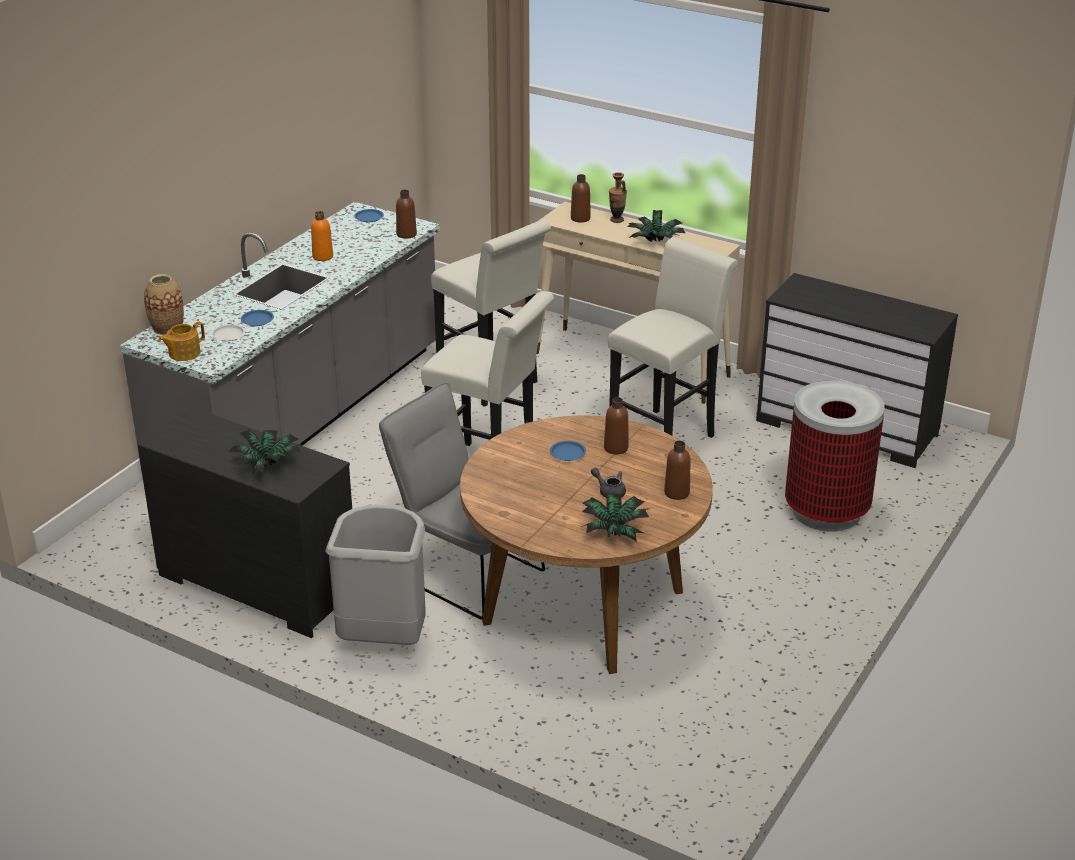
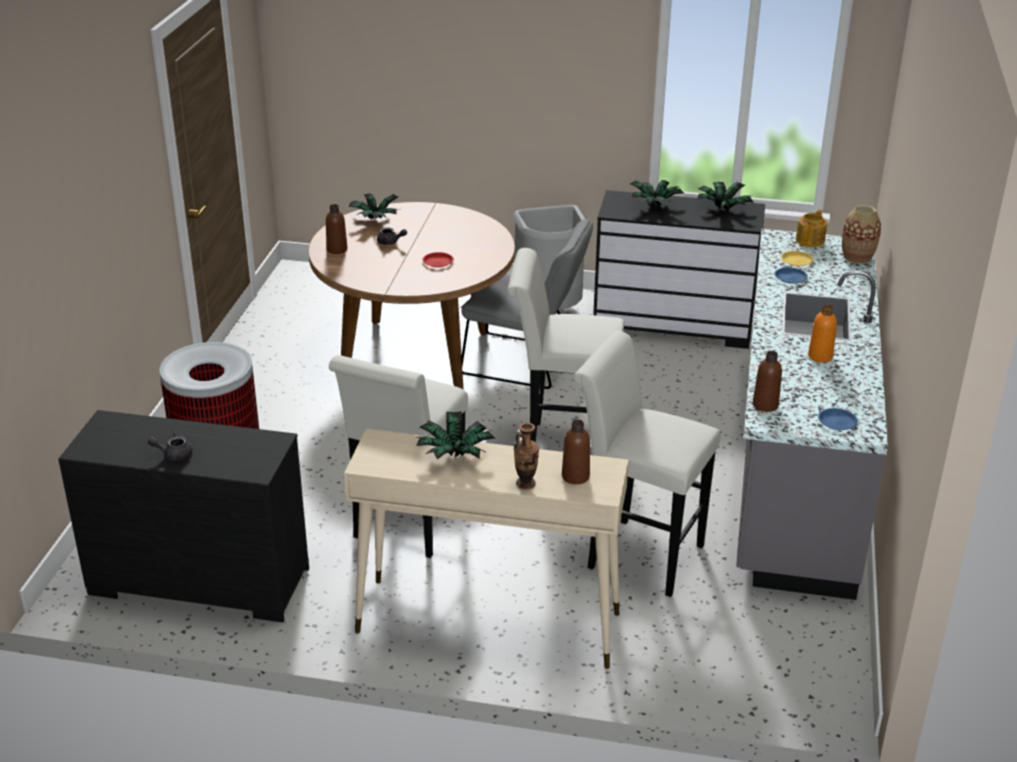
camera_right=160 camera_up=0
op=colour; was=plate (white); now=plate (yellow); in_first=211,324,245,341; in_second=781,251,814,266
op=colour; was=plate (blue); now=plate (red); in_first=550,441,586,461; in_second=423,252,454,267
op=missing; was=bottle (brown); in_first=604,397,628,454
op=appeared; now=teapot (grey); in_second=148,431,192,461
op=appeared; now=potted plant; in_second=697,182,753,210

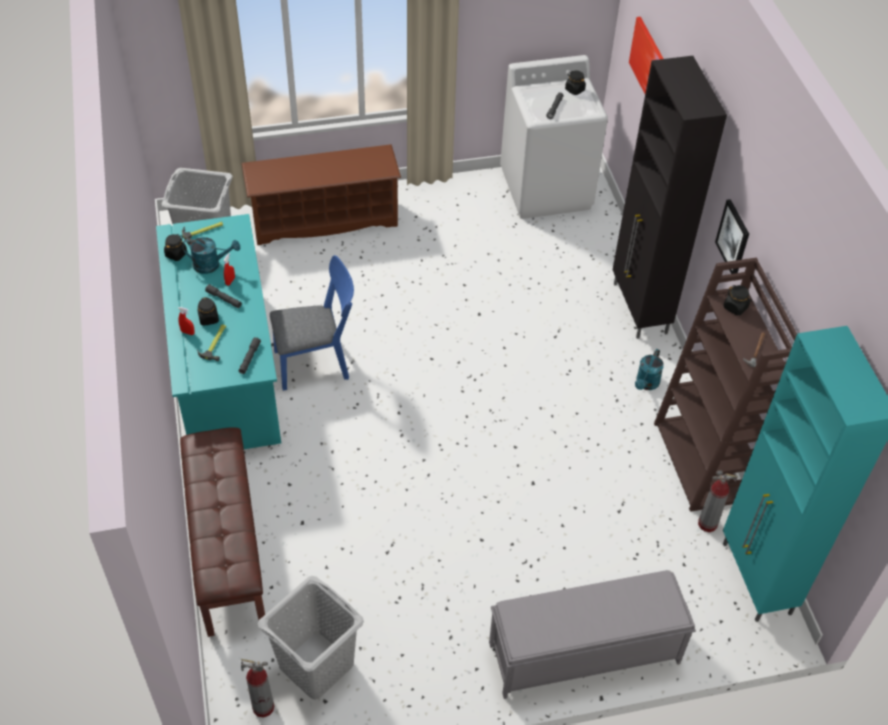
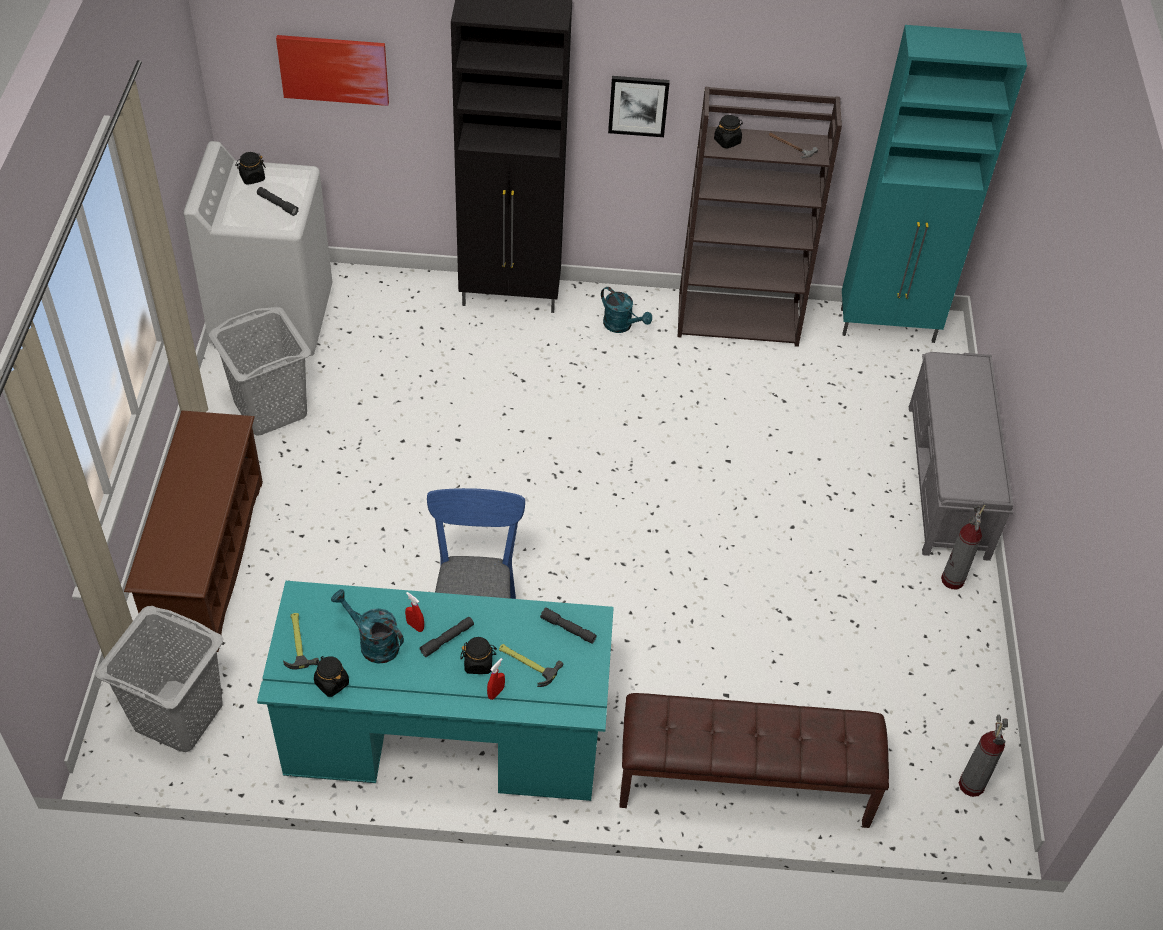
camera_right=-75 camera_up=0
op=spun; was=watering can (turquoise); in_first=182,237,240,274; in_second=331,589,404,664; clockwise=-75
op=relocated; was=laundry basket (grey); in_first=258,576,364,700; in_second=208,307,311,436
op=relocated; was=fire extinguisher; in_first=698,471,738,532; in_second=941,505,986,589

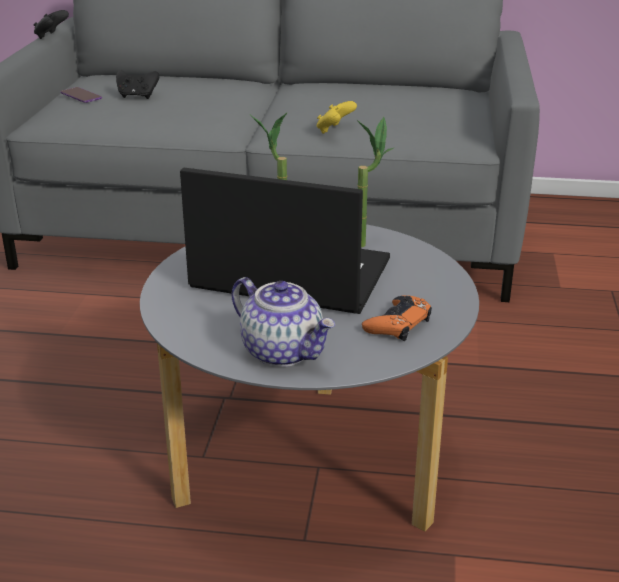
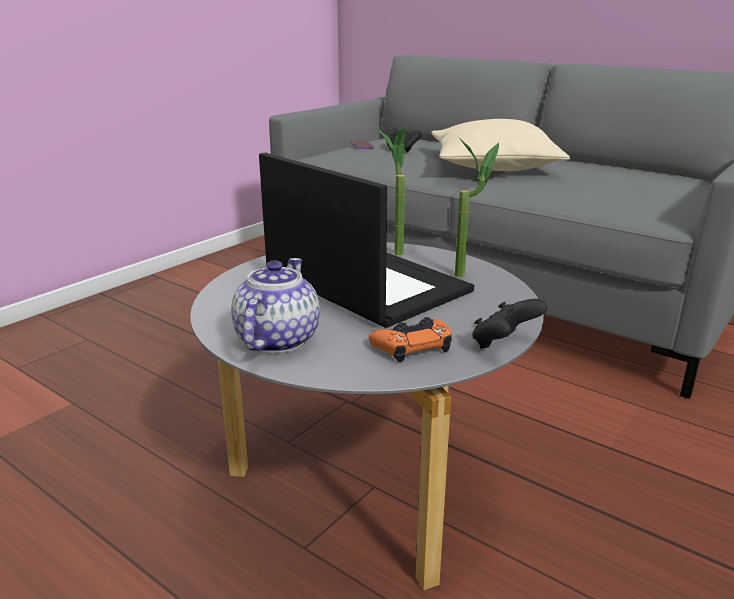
camera_right=30 camera_up=-5
op=relocated; was=game controller (black); in_first=34,10,69,39; in_second=472,299,547,349
op=spun; was=teapot; in_first=232,277,335,367; in_second=231,258,320,353; clockwise=-150
op=missing; was=game controller (yellow); in_first=317,101,357,134
op=appeared; now=pillow (beige); in_second=431,119,570,171

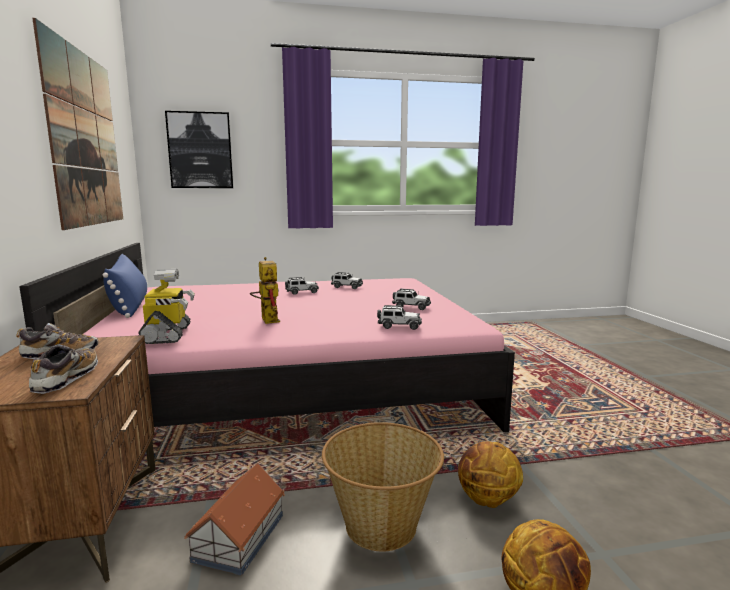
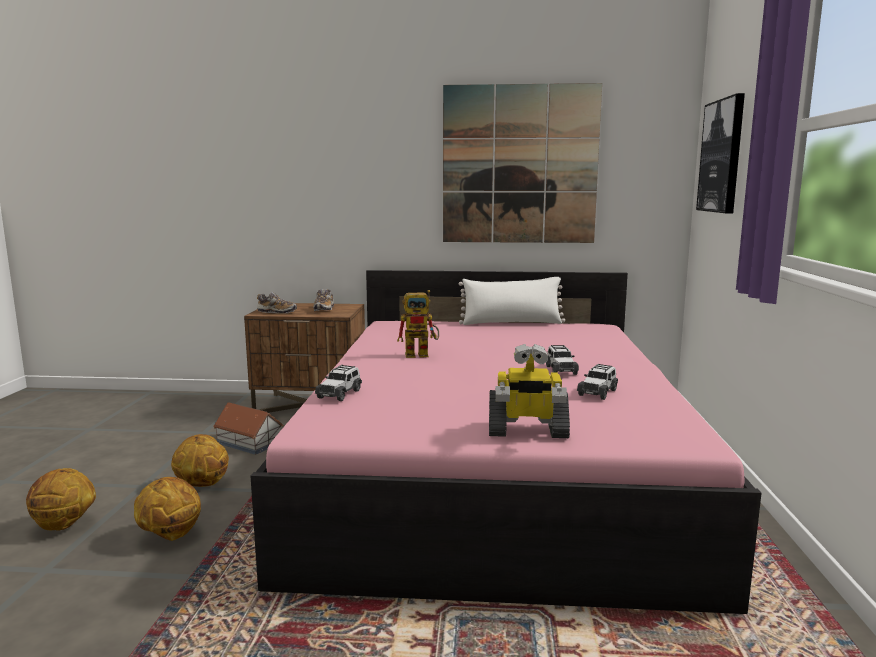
camera_right=105 camera_up=0
op=colour; was=pillow (blue); now=pillow (white); in_first=103,254,147,318; in_second=459,277,565,325
op=relocated; was=toy robot; in_first=138,269,195,344; in_second=489,344,570,438
op=exchanged; was=basket; now=basketball; in_first=322,422,444,552; in_second=171,434,229,487
op=missing; was=toy car; in_first=392,288,431,310

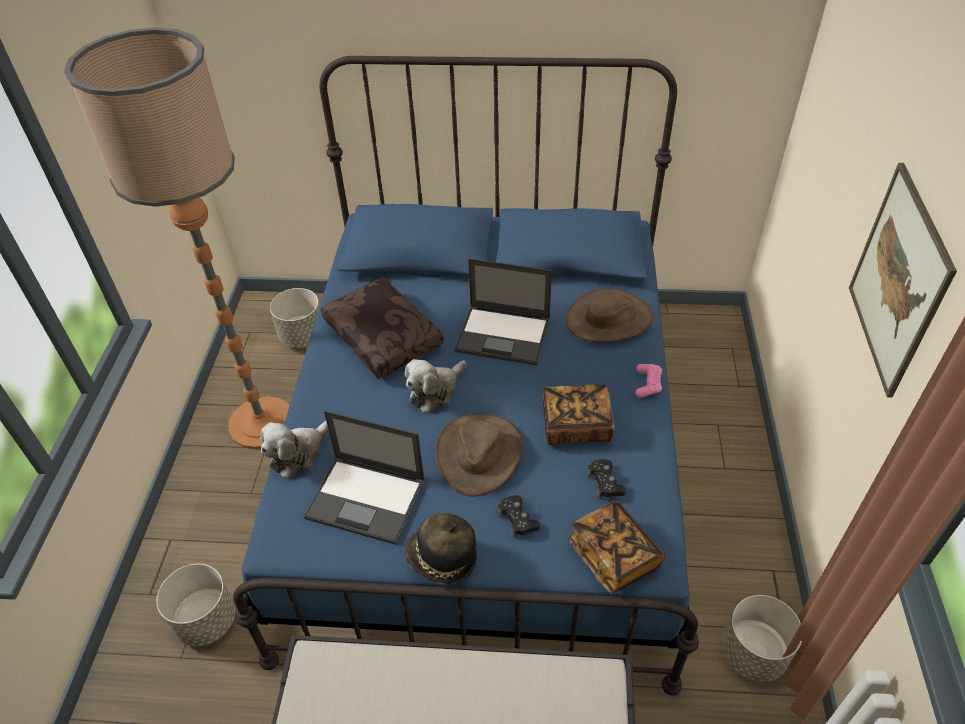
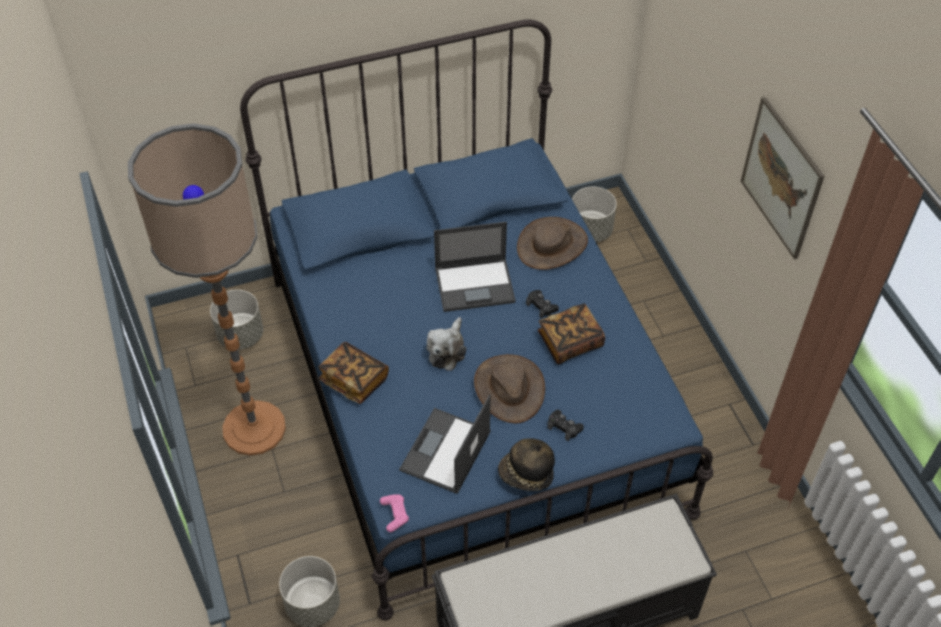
camera_right=-25 camera_up=5
op=missing; was=plush toy; in_first=260,421,329,479
op=spun; was=laptop; in_first=303,410,425,545; in_second=399,394,491,494; clockwise=120
op=missing; was=pillow (brown); in_first=321,277,444,379
op=relocated; was=book; in_first=568,501,666,594; in_second=319,342,389,404
op=relocated; was=game controller (black); in_first=586,459,626,498; in_second=526,290,559,318
op=relocated; was=game controller (pink); in_first=635,364,662,398; in_second=380,494,409,532
op=relocated; was=planter (grey); in_first=722,595,802,682; in_second=572,187,617,242

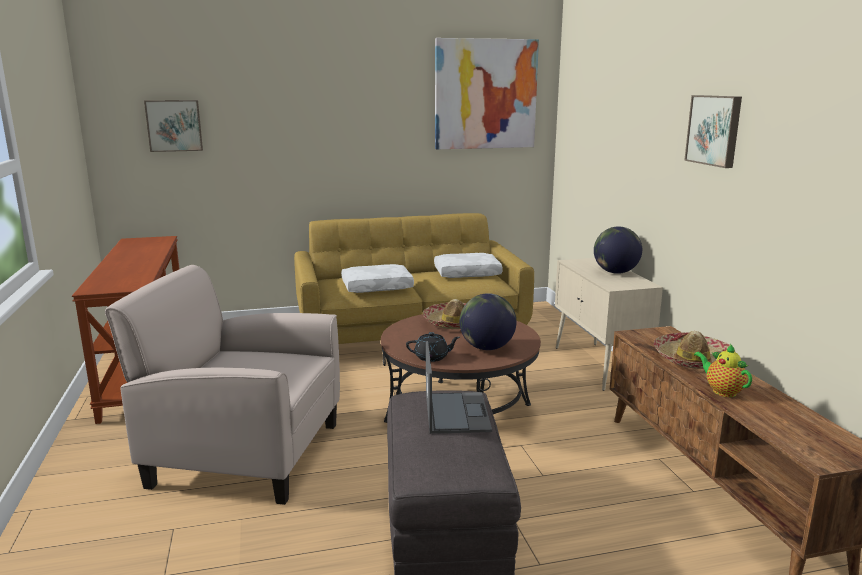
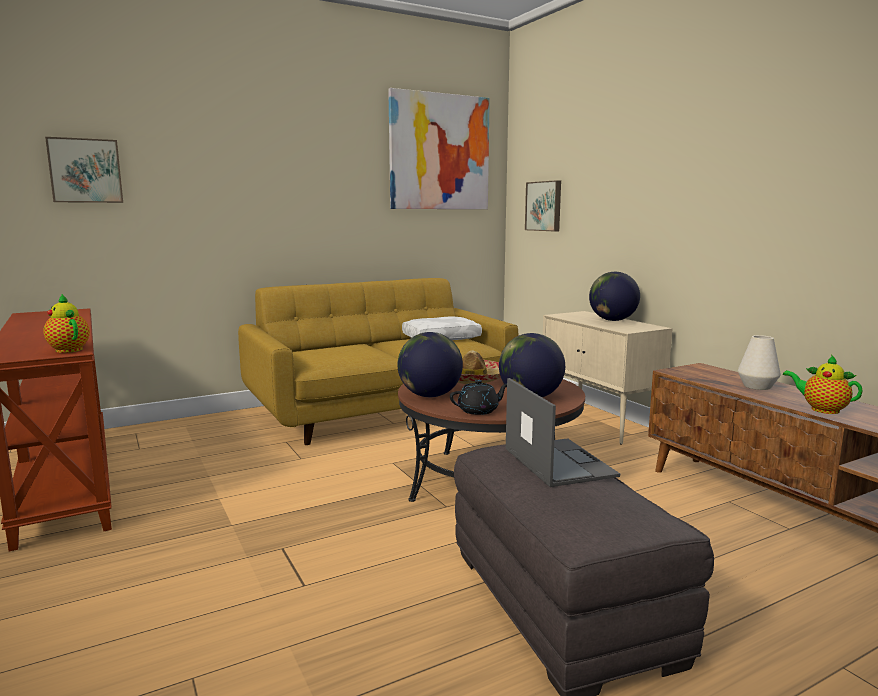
camera_right=-15 camera_up=-5
op=missing; was=armchair (beige); in_first=105,265,340,505
op=missing; was=pillow (white); in_first=341,264,414,293
op=exchanged; was=hat; now=vase (white); in_first=654,331,736,369; in_second=738,335,781,390
op=relocated; was=picture; in_first=684,95,742,168; in_second=525,180,561,231
op=appeared; now=teapot; in_second=43,294,90,353
op=appeared; now=globe; in_second=397,332,463,397

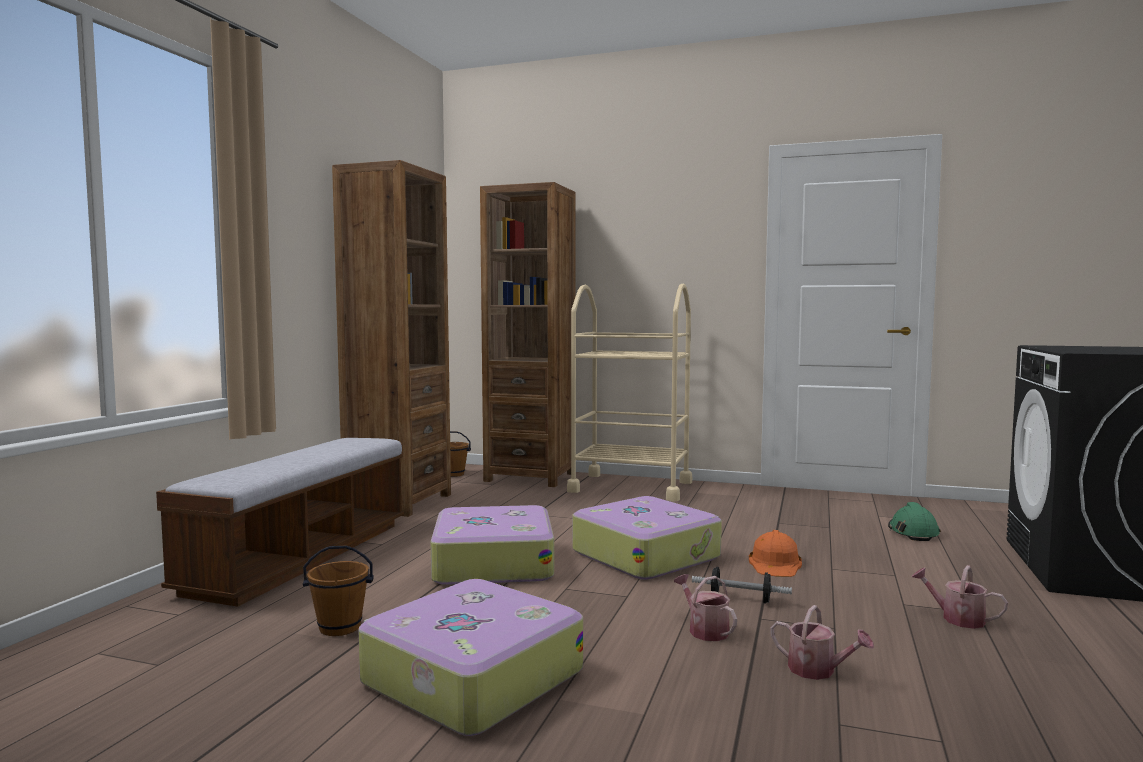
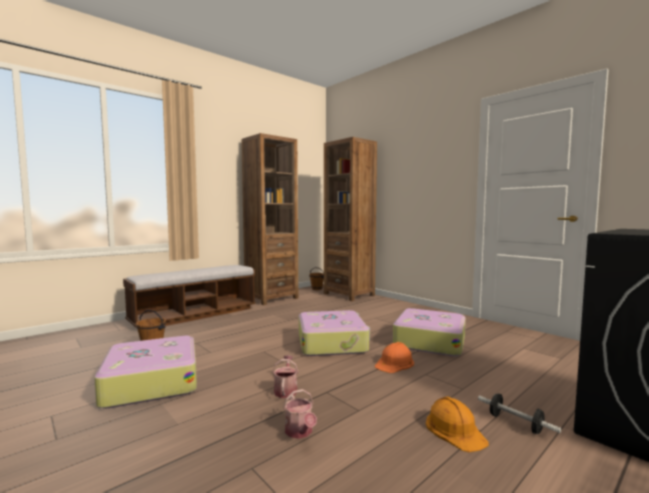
camera_right=30 camera_up=0
op=relocated; was=suitcase; in_first=431,505,554,585; in_second=393,308,466,357
op=missing; was=cart (beige); in_first=567,284,692,501
op=relocated; was=dumbbell; in_first=692,567,792,604; in_second=478,393,561,434
op=missing; was=hard hat (green); in_first=888,502,941,541
op=exchanged; was=watering can; now=hard hat (orange); in_first=911,565,1008,629; in_second=426,397,489,452

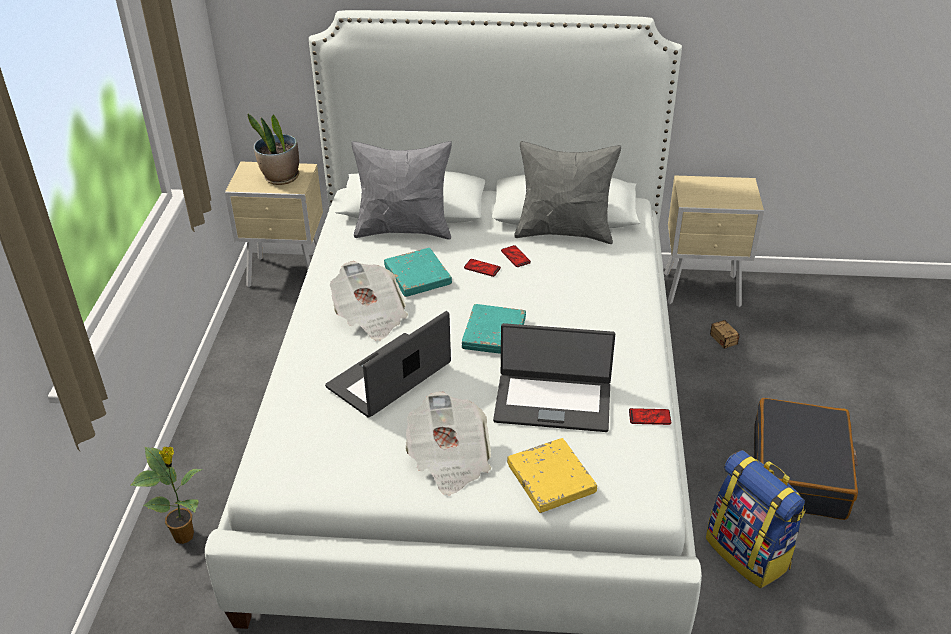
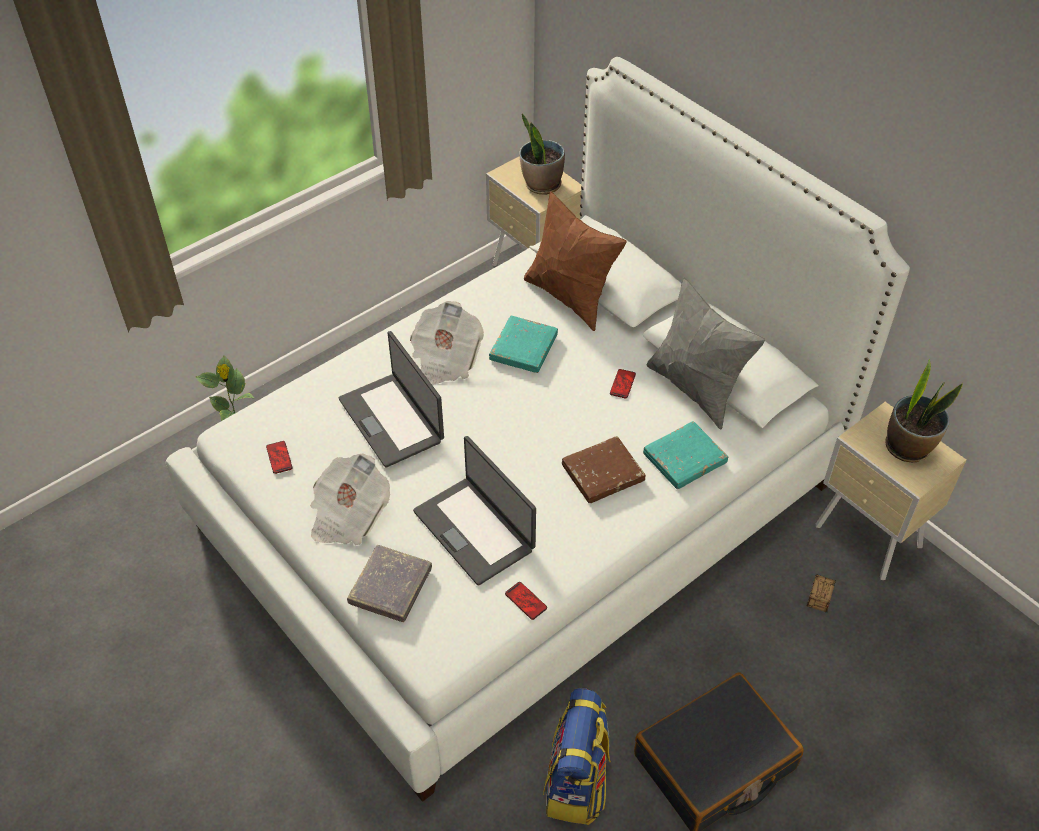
camera_right=45 camera_up=10
op=spun; was=laptop; in_first=325,311,451,418; in_second=338,331,444,468; clockwise=-120
op=colour; was=pillow (grey); now=pillow (brown); in_first=351,141,452,240; in_second=524,192,626,331
op=relocated; was=book (turquoise); in_first=462,304,526,354; in_second=643,421,728,489
op=relocated; was=phone; in_first=464,259,501,277; in_second=266,441,293,474
op=colour; was=book (yellow); now=book (grey); in_first=507,438,597,513; in_second=347,545,432,622
op=appeared; now=book (brown); in_second=562,436,646,503
op=appeared; now=potted plant; in_second=886,359,963,462

